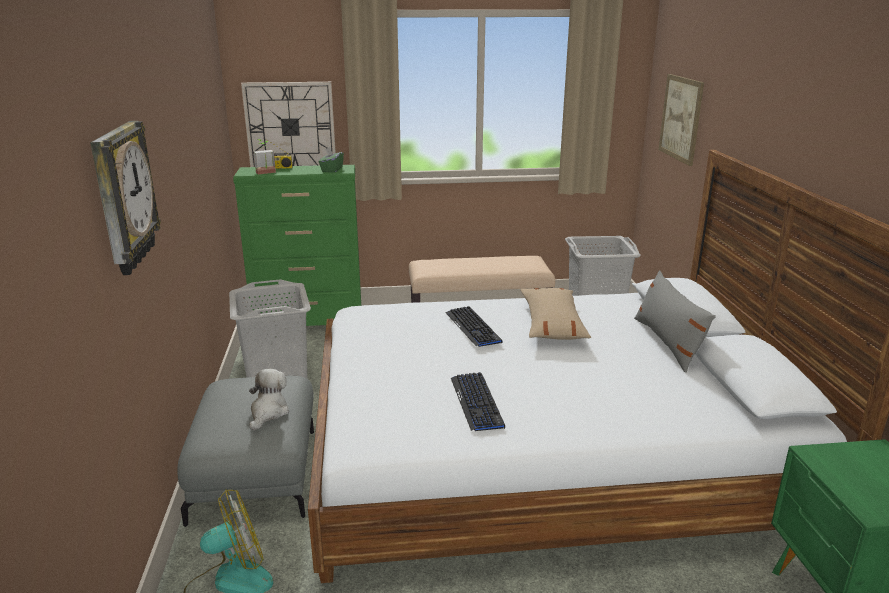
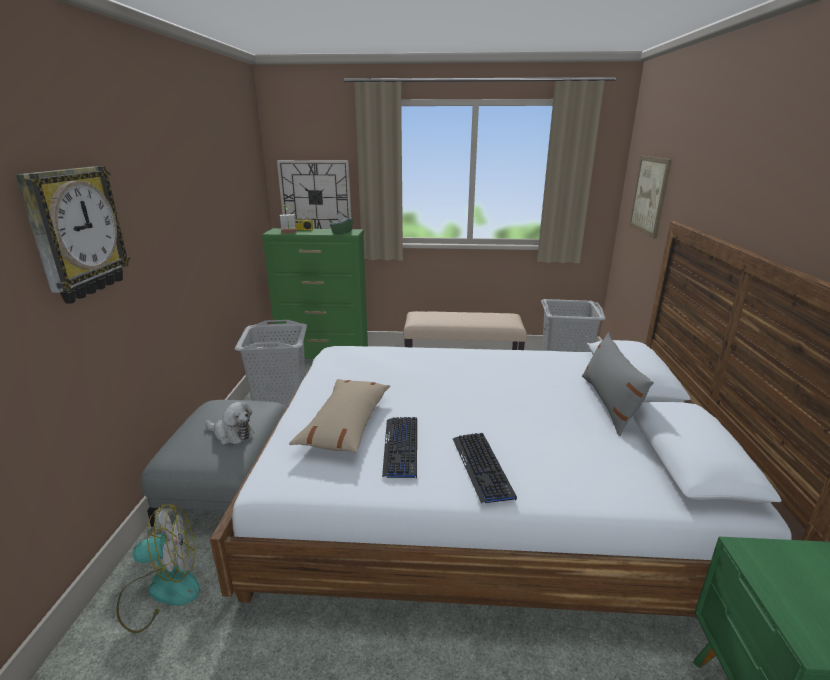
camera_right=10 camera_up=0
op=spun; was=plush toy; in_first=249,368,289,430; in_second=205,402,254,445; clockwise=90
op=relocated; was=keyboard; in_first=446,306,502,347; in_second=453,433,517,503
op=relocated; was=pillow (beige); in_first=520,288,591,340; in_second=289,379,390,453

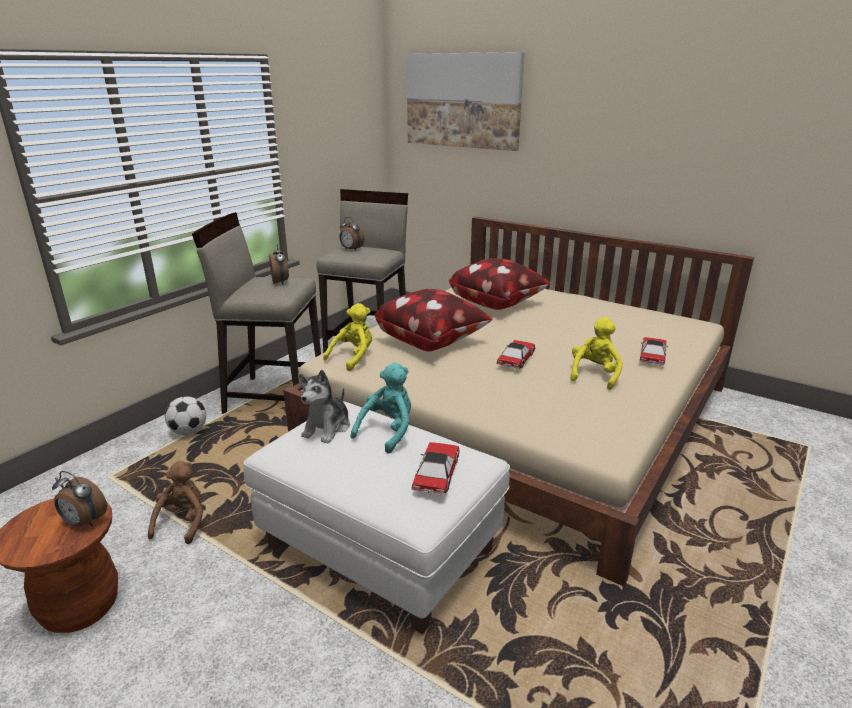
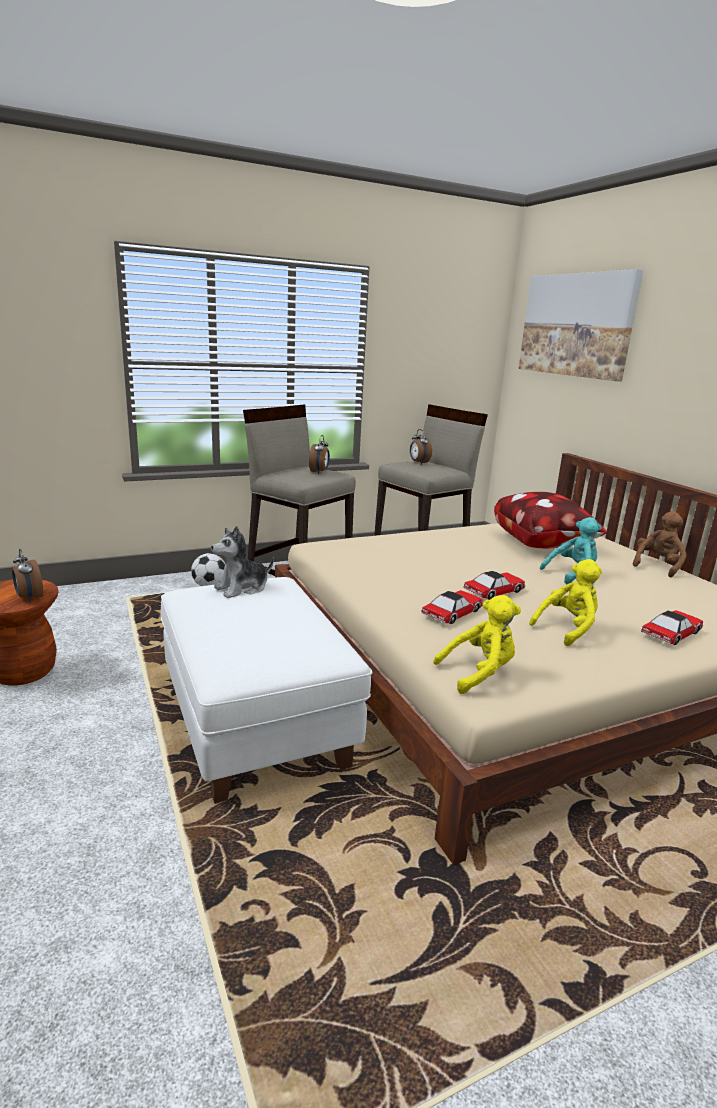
camera_right=30 camera_up=-5
op=relocated; was=plush toy (brown); in_first=148,461,203,544; in_second=632,511,687,578
op=relocated; was=plush toy (yellow); in_first=323,303,372,371; in_second=433,595,521,694
op=relocated; was=plush toy (turquoise); in_first=351,363,411,454; in_second=540,517,602,585
op=missing; was=pillow; in_first=374,289,493,352
op=relocated; was=toy car; in_first=412,442,460,496; in_second=421,590,483,624

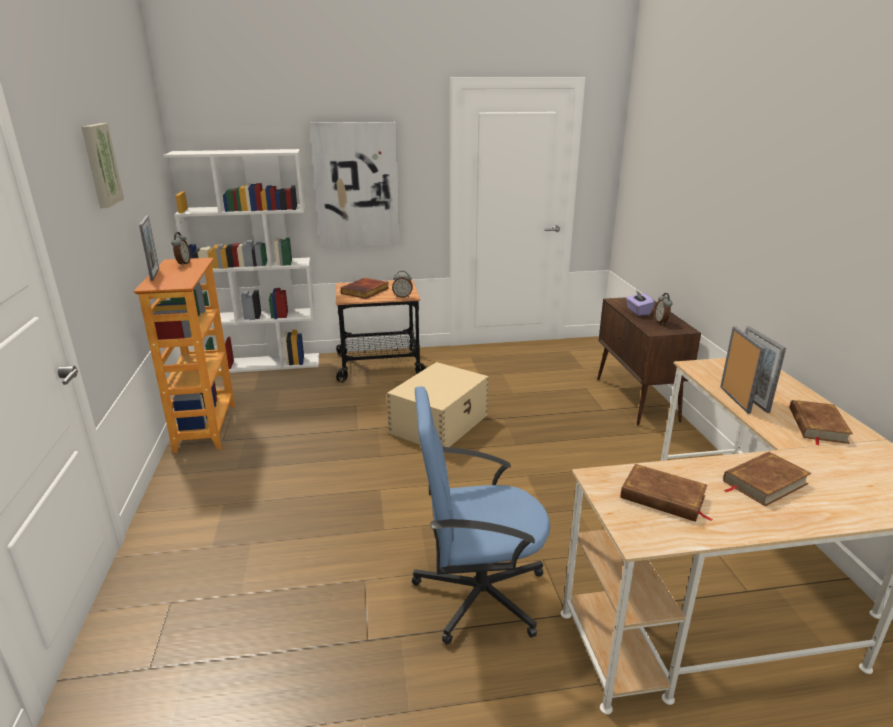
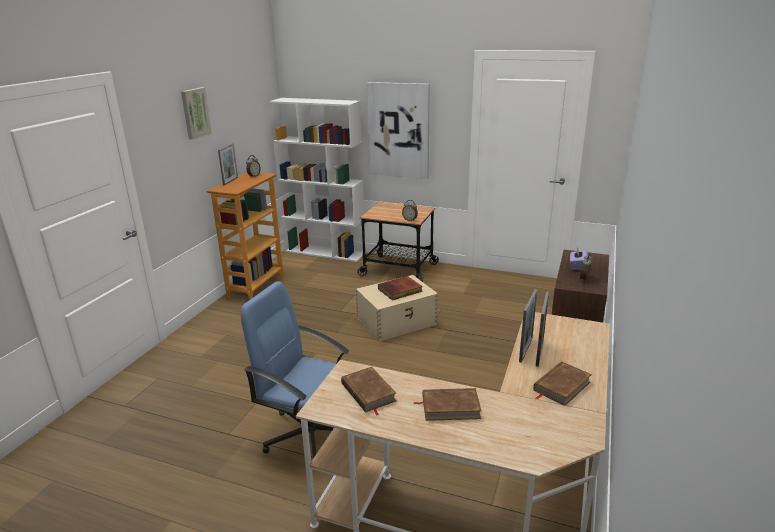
camera_right=30 camera_up=0
op=relocated; was=book; in_first=341,278,389,299; in_second=378,276,422,300

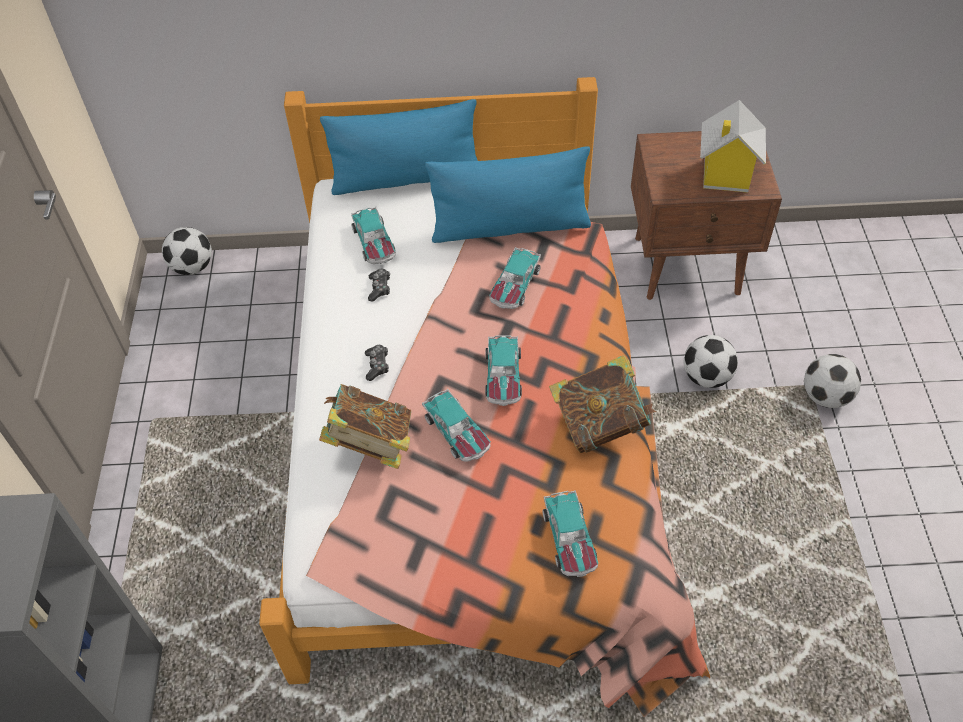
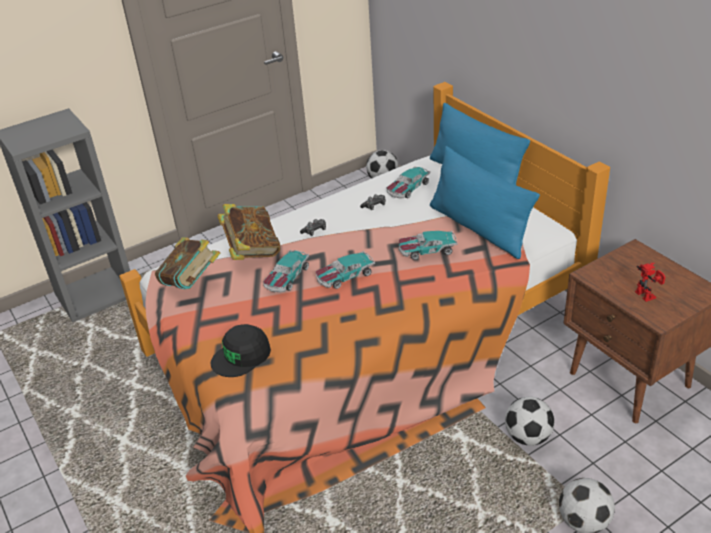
camera_right=60 camera_up=-15
op=exchanged; was=toy car; now=cap (black); in_first=542,490,599,577; in_second=211,324,271,377
op=relocated; was=book; in_first=549,355,656,453; in_second=155,237,220,290
op=exchanged; was=toy house; now=toy robot; in_first=700,100,766,193; in_second=635,263,665,302

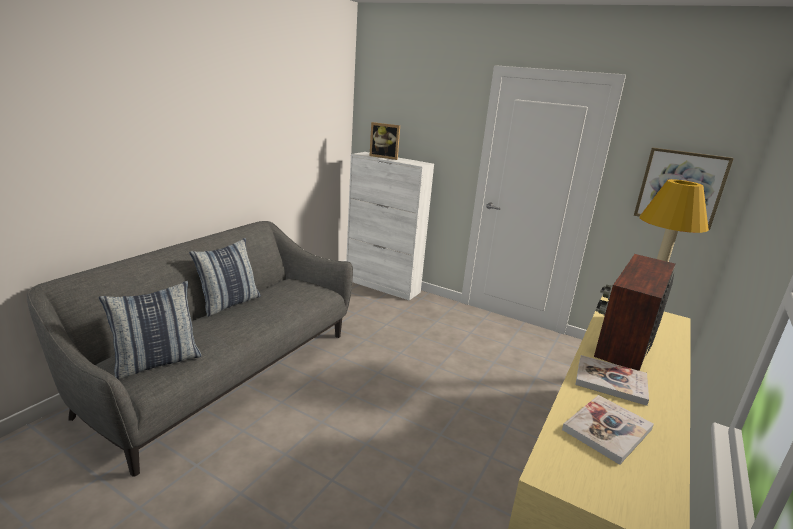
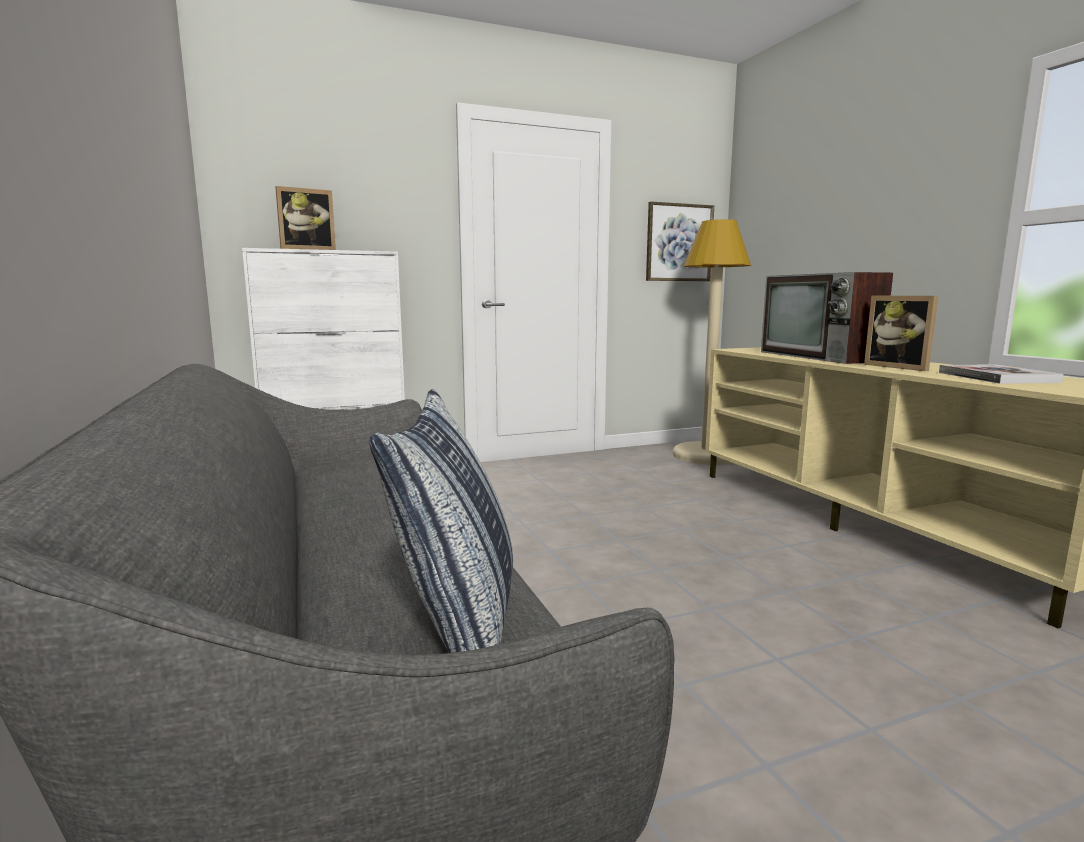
camera_right=-50 camera_up=-10
op=missing; was=pillow; in_first=189,238,261,317
op=exchanged; was=book; now=picture frame; in_first=575,355,649,406; in_second=864,296,938,371

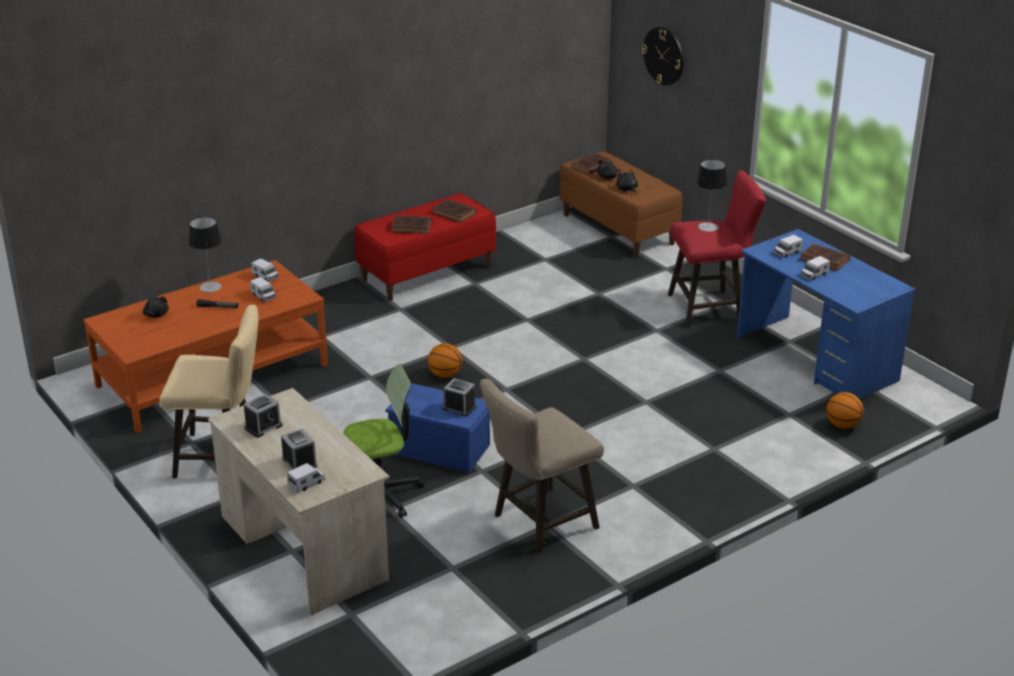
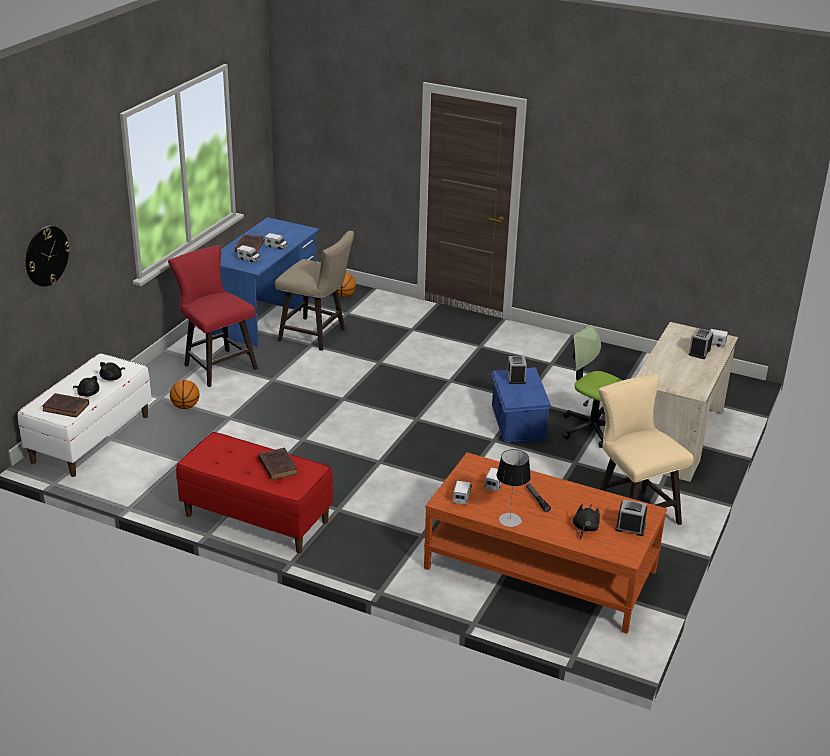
camera_right=-120 camera_up=0
op=relocated; was=alarm clock; in_first=244,394,283,438; in_second=615,499,647,536
op=relocated; was=basketball; in_first=428,343,462,378; in_second=170,380,200,409
op=missing; was=book (brown); in_first=432,199,477,223
op=relocated; was=stool (beige); in_first=480,379,604,553; in_second=275,231,354,351
op=colour; was=bench (brown); now=bench (white); in_first=559,151,683,258; in_second=18,353,152,477
op=missing; was=table lamp; in_first=696,159,727,232

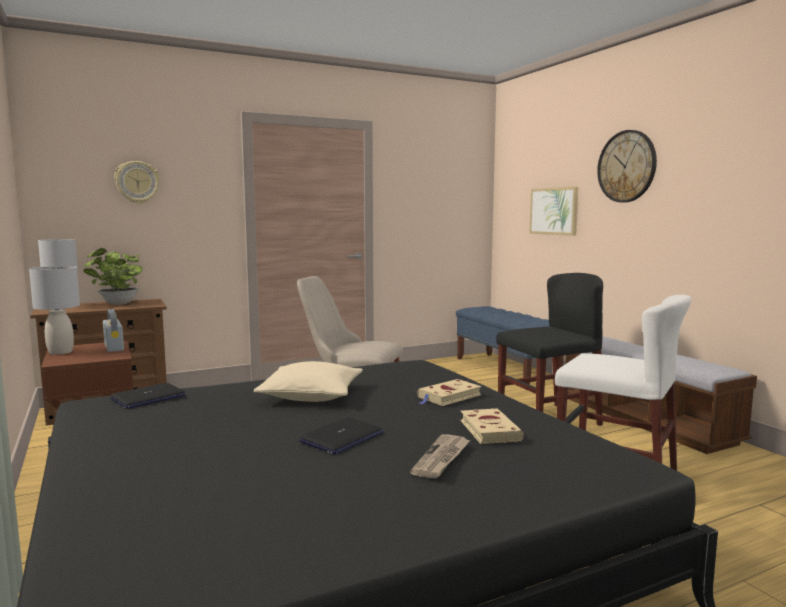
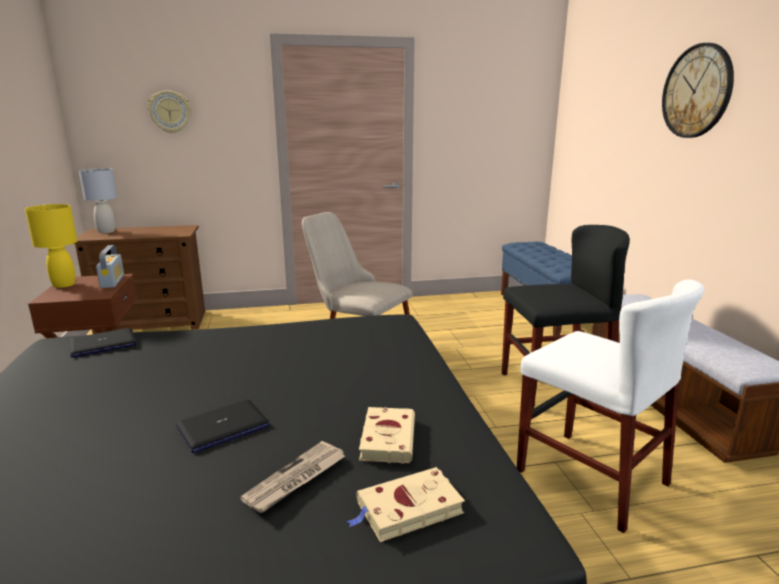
camera_right=15 camera_up=10
op=colour; was=table lamp (grey); now=table lamp (yellow); in_first=29,266,80,355; in_second=25,204,77,288
op=missing; was=potted plant; in_first=83,248,143,305
op=missing; was=pillow (beige); in_first=253,361,363,402
op=relocated; was=book (beige); in_first=417,379,482,406; in_second=347,467,465,542
op=missing; was=picture; in_first=529,187,578,236

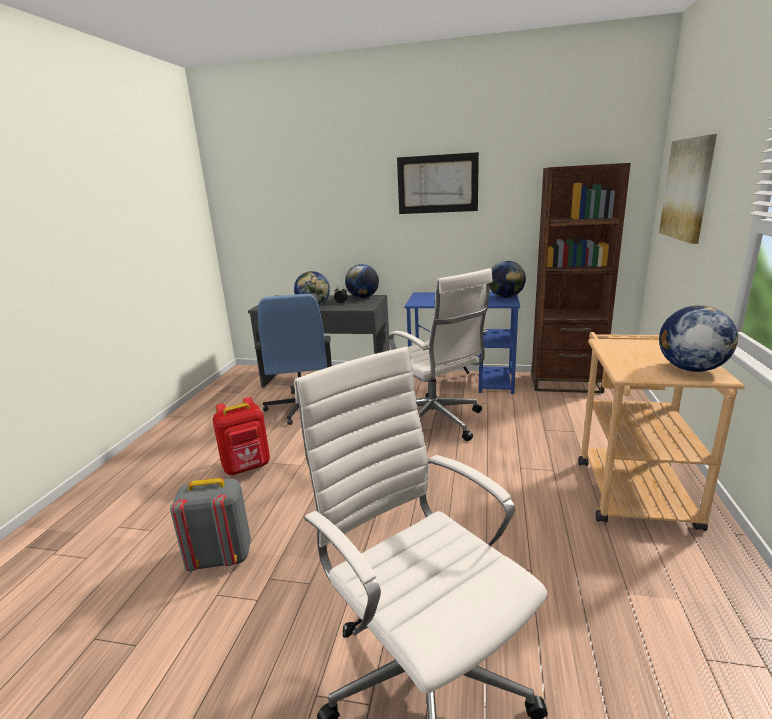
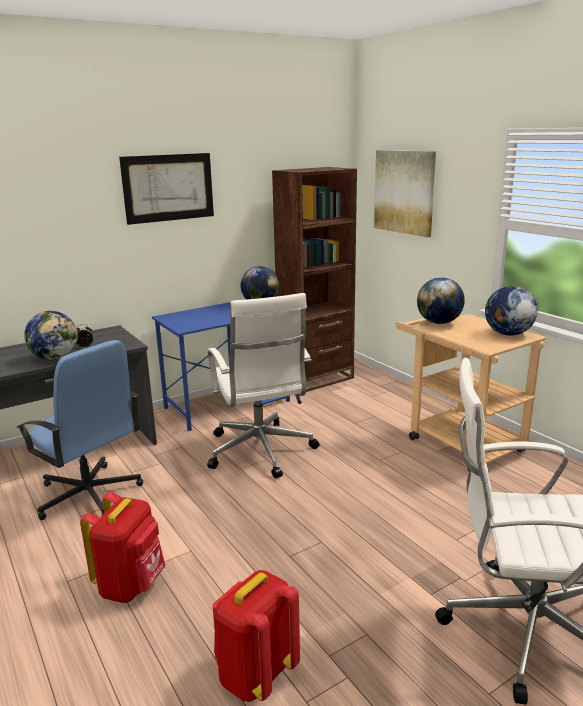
camera_right=-45 camera_up=0
op=colour; was=backpack (grey); now=backpack (red); in_first=170,478,251,571; in_second=213,570,300,702
op=relocated; was=globe; in_first=345,264,379,298; in_second=417,277,465,324
op=spun; was=office chair (white); in_first=389,268,493,441; in_second=207,293,320,478; clockwise=60

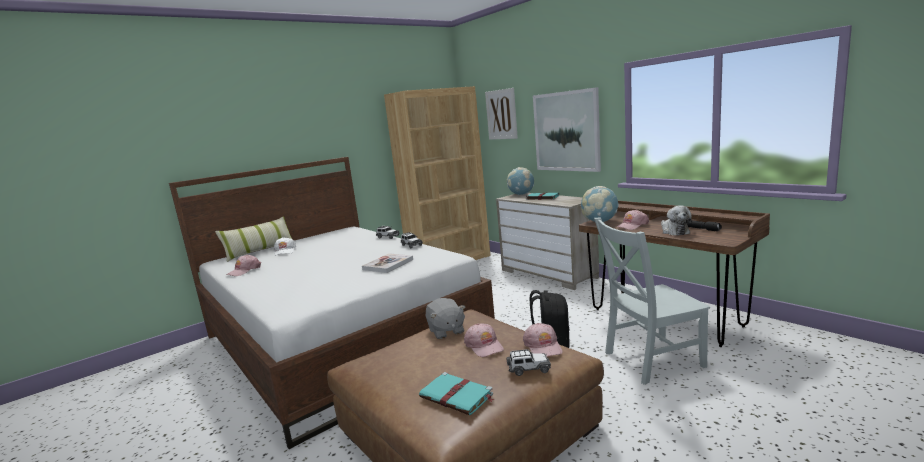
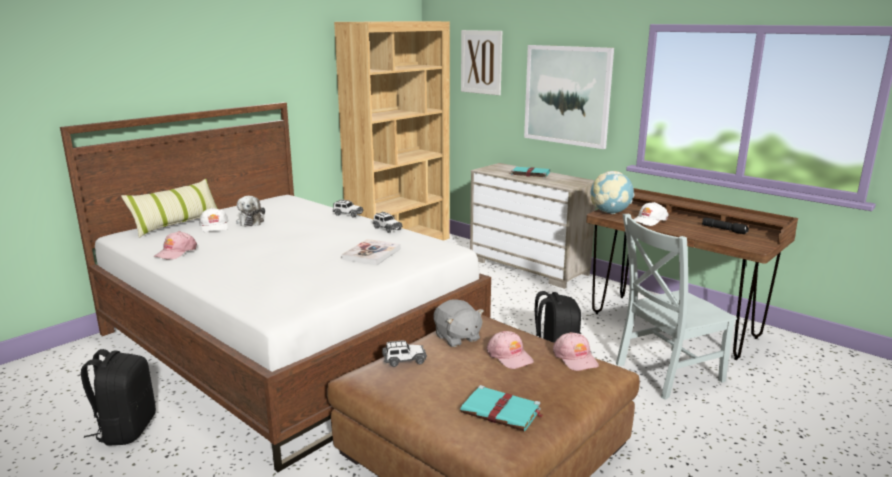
camera_right=-10 camera_up=5
op=missing; was=globe; in_first=507,167,534,195
op=relocated; was=toy car; in_first=507,349,551,376; in_second=382,340,427,367
op=colour; was=cap (pink); now=cap (white); in_first=617,209,649,230; in_second=633,202,669,226
op=relocated; was=plush toy; in_first=661,206,692,236; in_second=236,196,265,227
op=appeared; now=backpack (black); in_second=81,349,156,446

